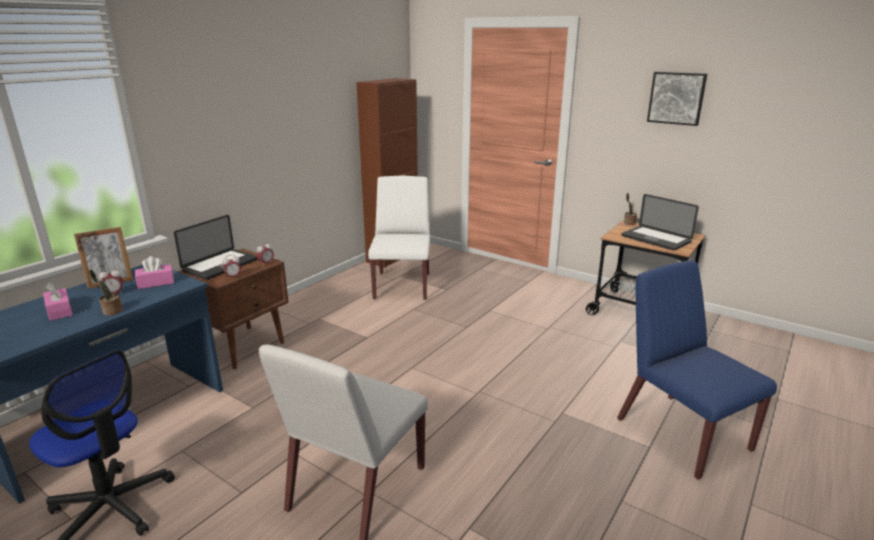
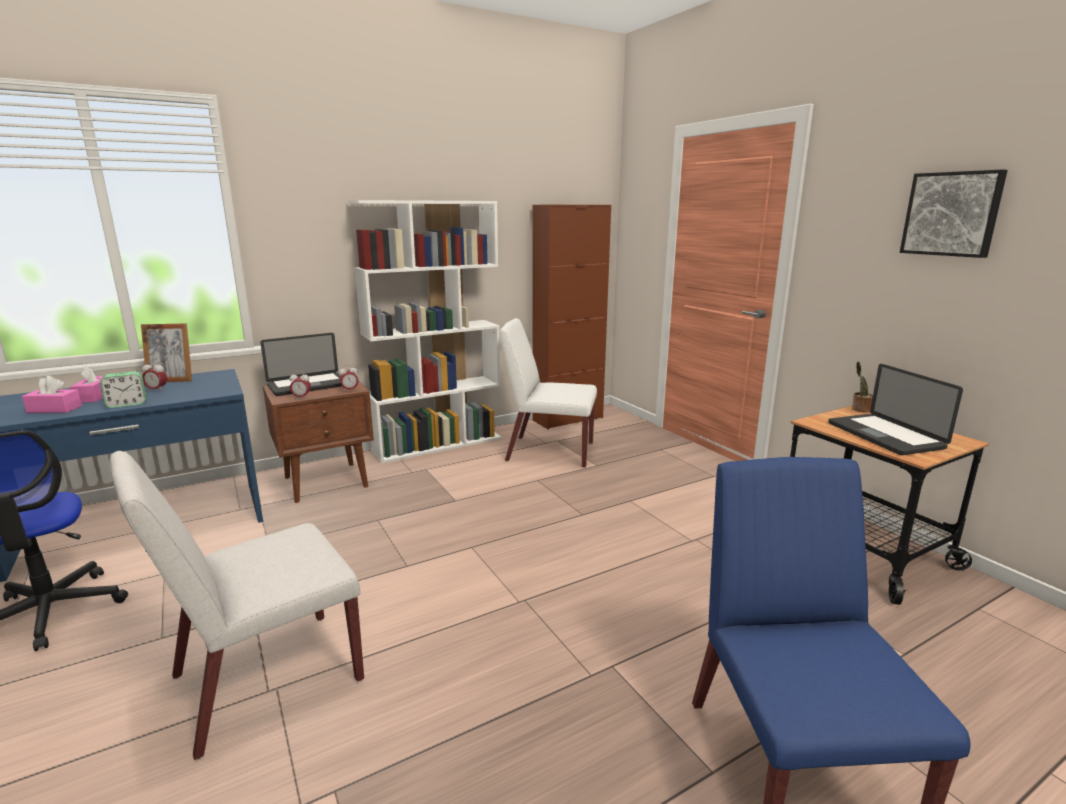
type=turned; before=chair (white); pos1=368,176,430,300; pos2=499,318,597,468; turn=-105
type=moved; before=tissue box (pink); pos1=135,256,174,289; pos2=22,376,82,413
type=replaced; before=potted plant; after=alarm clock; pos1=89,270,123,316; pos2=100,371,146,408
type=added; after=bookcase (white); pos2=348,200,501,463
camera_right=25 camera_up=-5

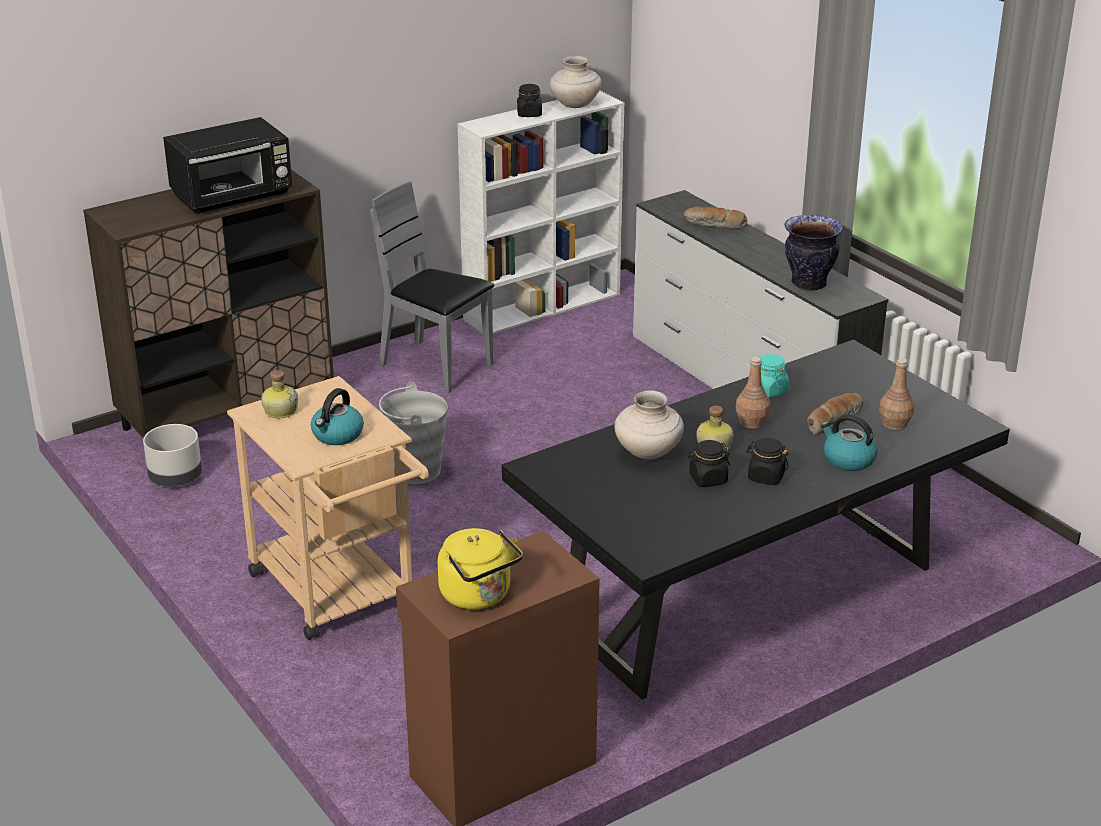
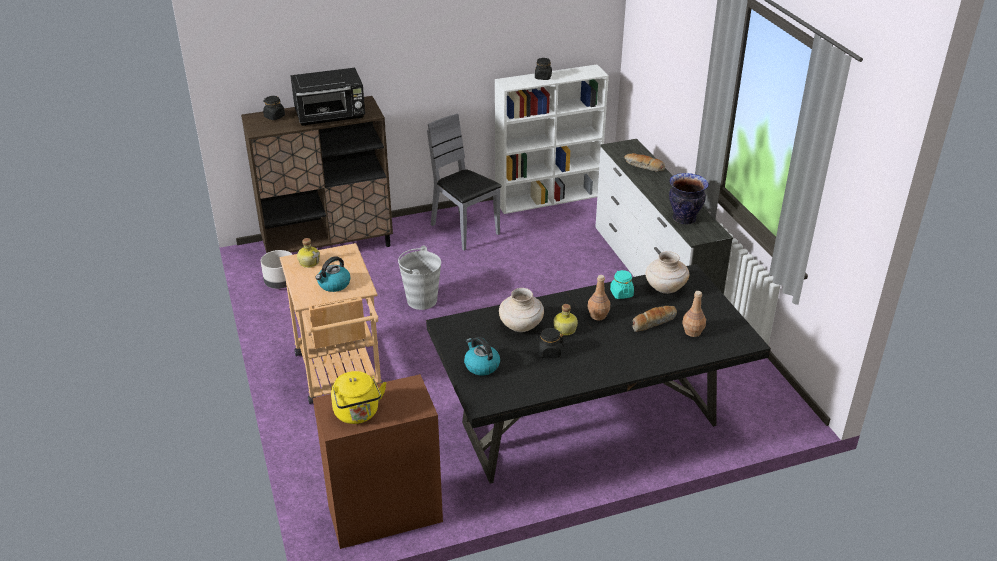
type=moved; before=vase (beige); pos1=550,56,602,108; pos2=645,251,689,294
type=moved; before=kettle; pos1=821,414,878,471; pos2=464,337,500,375
type=moved; before=jar (black); pos1=746,438,789,485; pos2=263,96,285,120
camera_right=15 camera_up=5

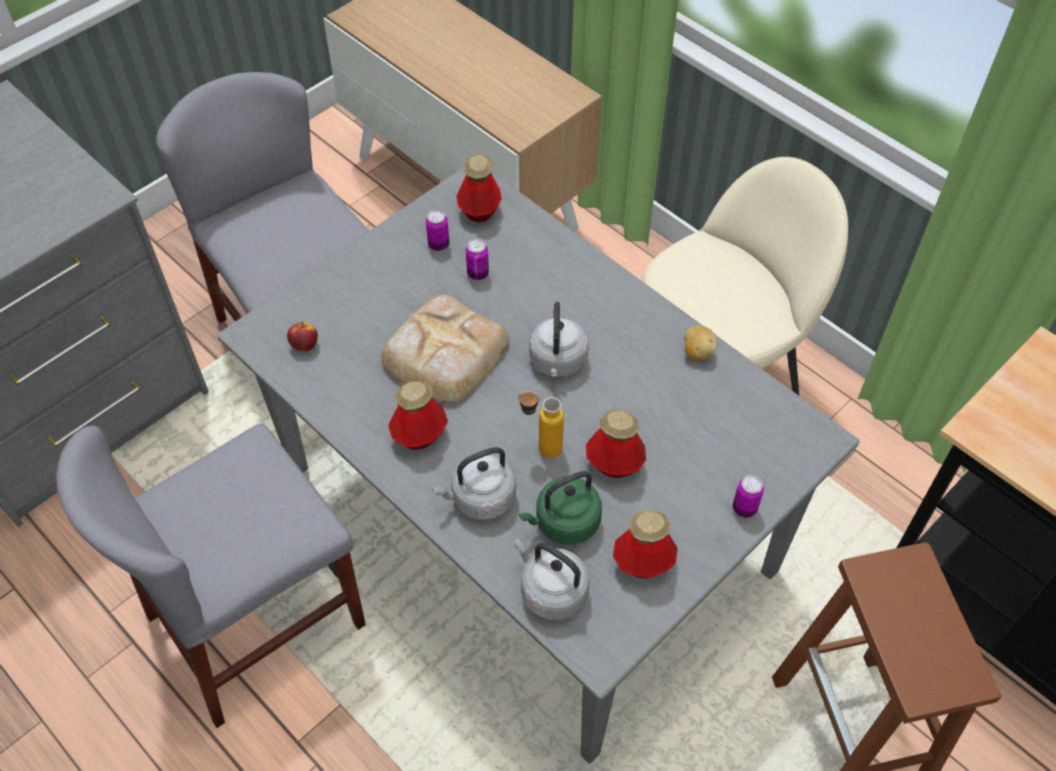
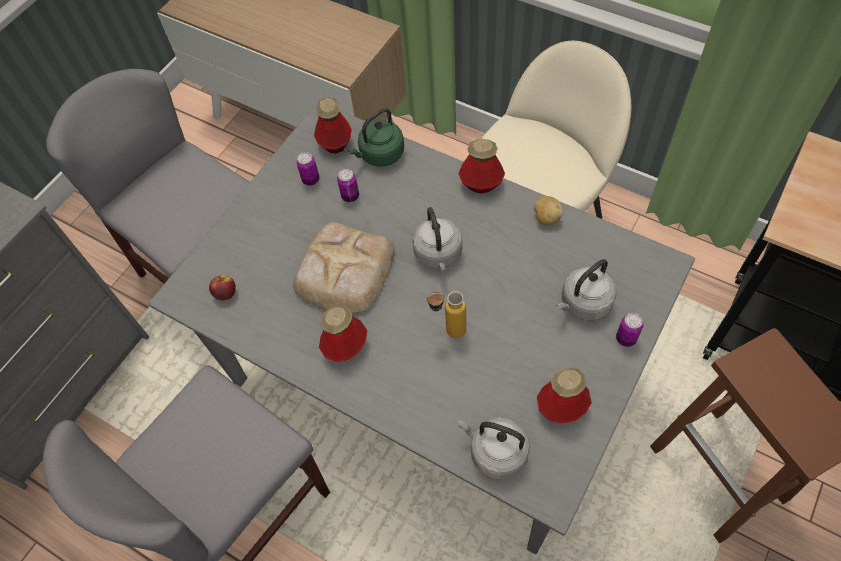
type=moved; before=bottle; pos1=586,410,646,478; pos2=458,139,505,194
type=moved; before=kettle (grey); pos1=432,447,516,520; pos2=556,259,617,320
type=moved; before=kettle (green); pos1=519,471,602,545; pos2=348,108,404,166
camera_right=-10 camera_up=5

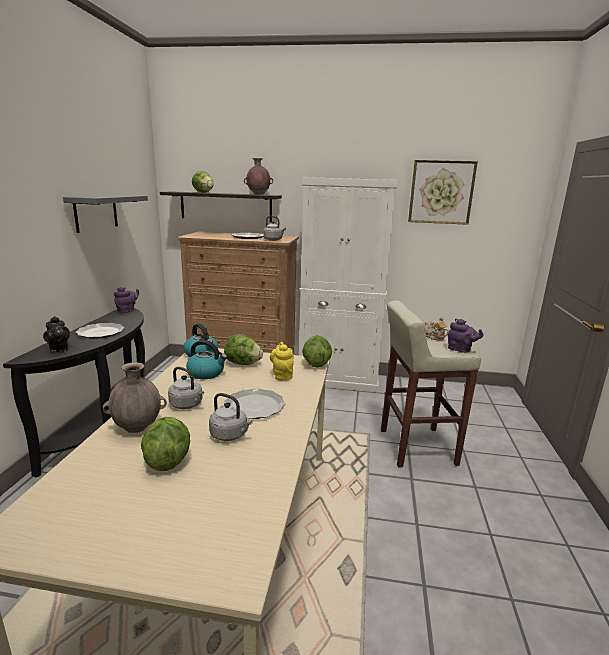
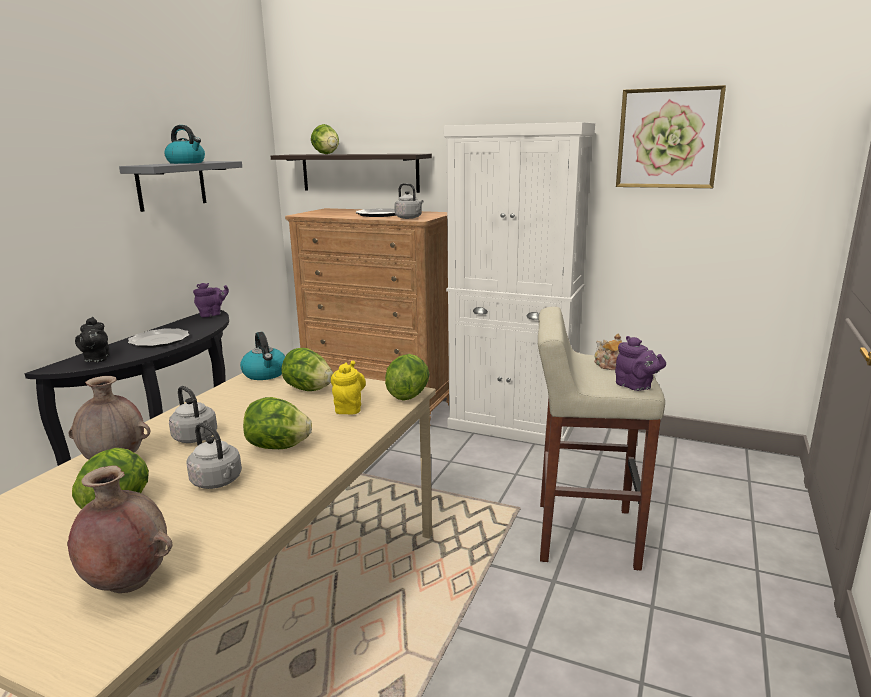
type=moved; before=vase (brown); pos1=244,158,273,195; pos2=67,466,172,593
type=moved; before=kettle; pos1=186,340,227,379; pos2=164,125,205,164
type=replaced; before=plate; after=lettuce; pos1=224,389,285,419; pos2=243,397,312,449
camera_right=15 camera_up=0

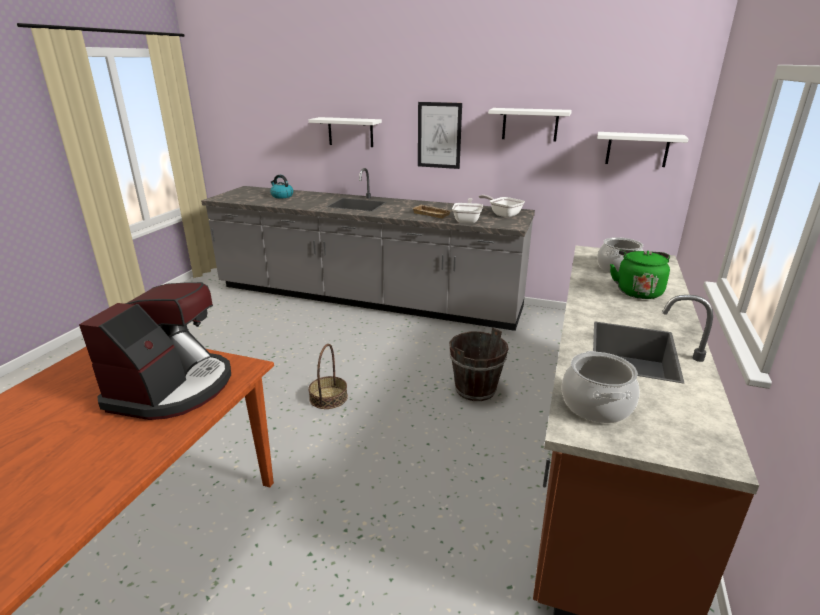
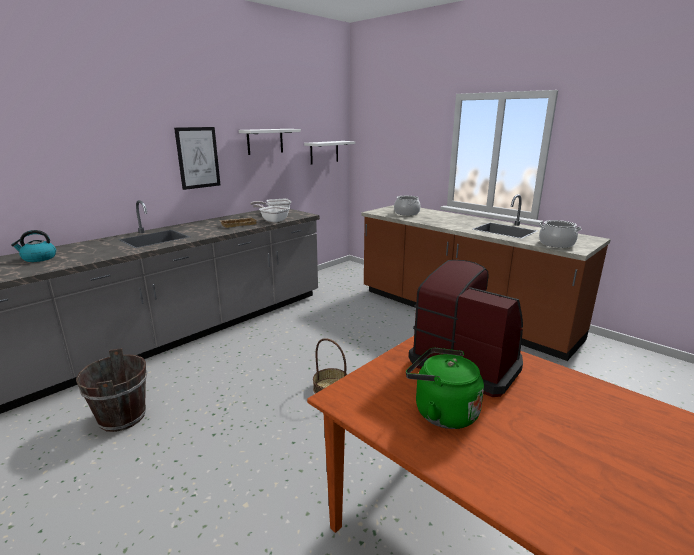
type=removed; before=shelf (white); pos1=308,117,382,147
type=moved; before=kettle (green); pos1=610,250,670,299; pos2=406,348,484,429
type=moved; before=bucket (brown); pos1=449,328,508,401; pos2=76,348,147,432
camera_right=-65 camera_up=-5

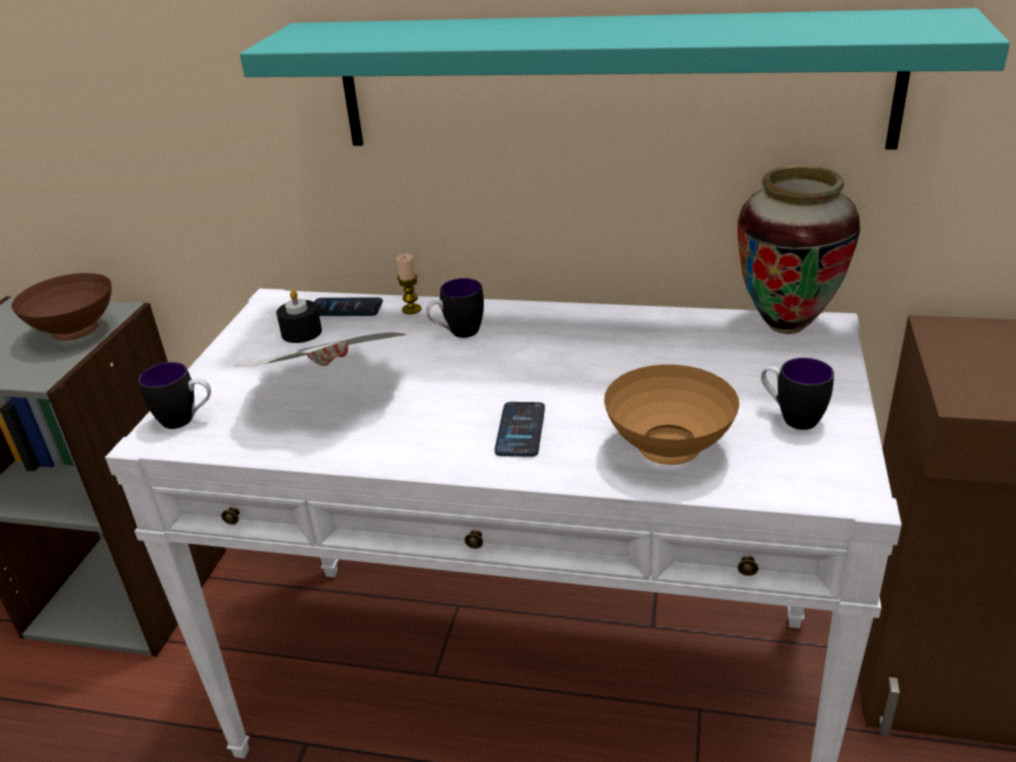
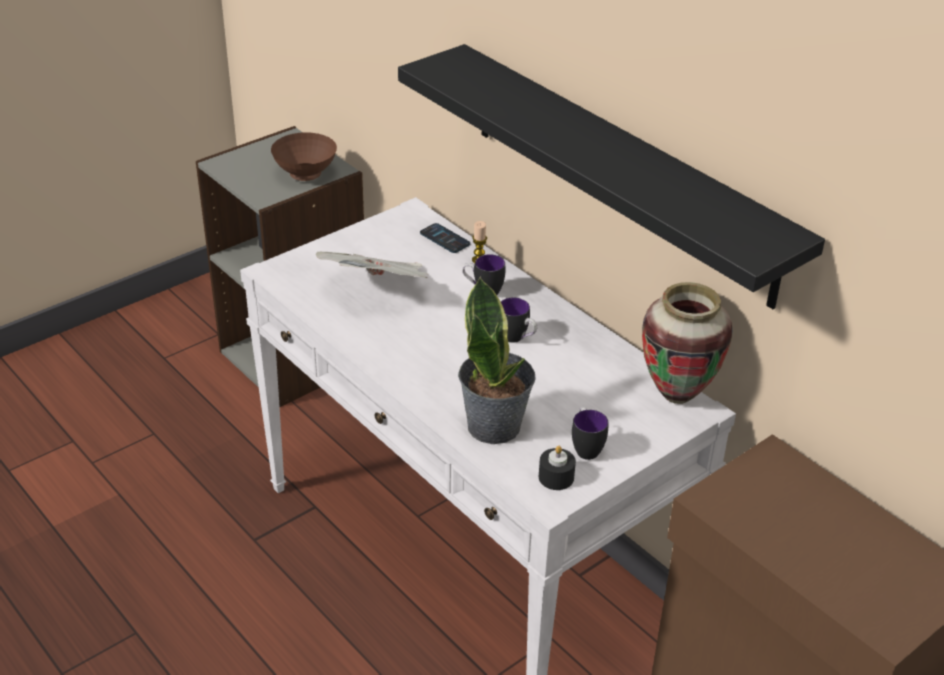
type=recoloured; before=shelf (turquoise); after=shelf (black); pos1=240,8,1010,150; pos2=398,44,825,309
type=moved; before=candle (black); pos1=276,290,322,343; pos2=539,446,576,490
type=moved; before=mug; pos1=138,362,211,429; pos2=501,297,537,343
type=replaced; before=bowl (brown); after=potted plant; pos1=604,364,739,465; pos2=458,277,536,444
type=removed; before=phone; pos1=495,402,545,457
camera_right=35 camera_up=5

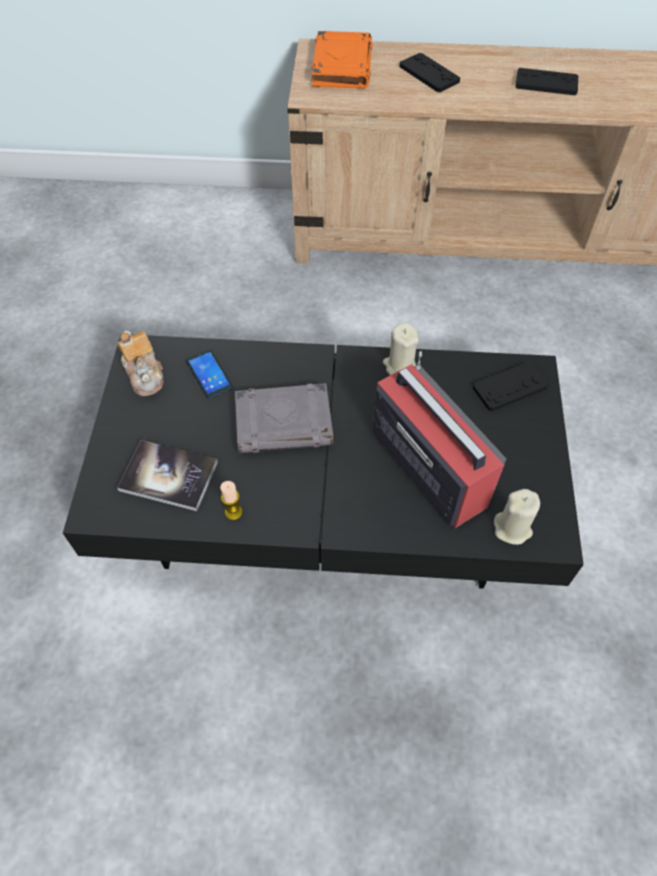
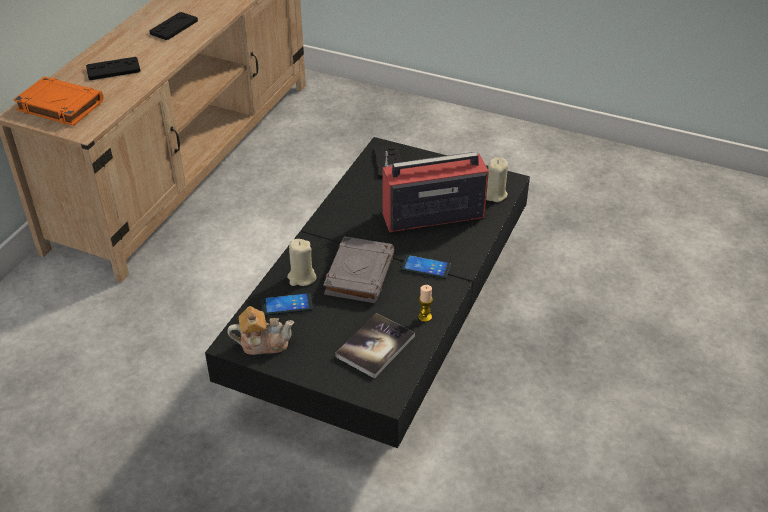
type=moved; before=candle (beige); pos1=383,323,419,375; pos2=287,239,316,286
type=added; after=phone; pos2=401,255,451,279
camera_right=-70 camera_up=-15

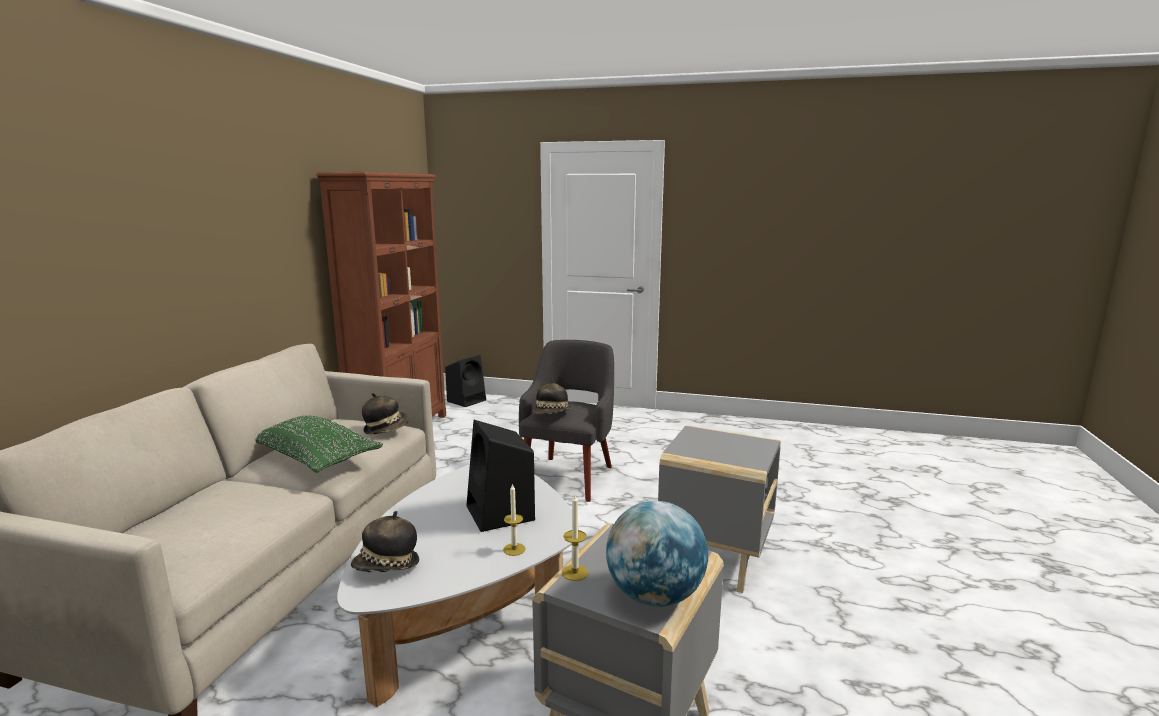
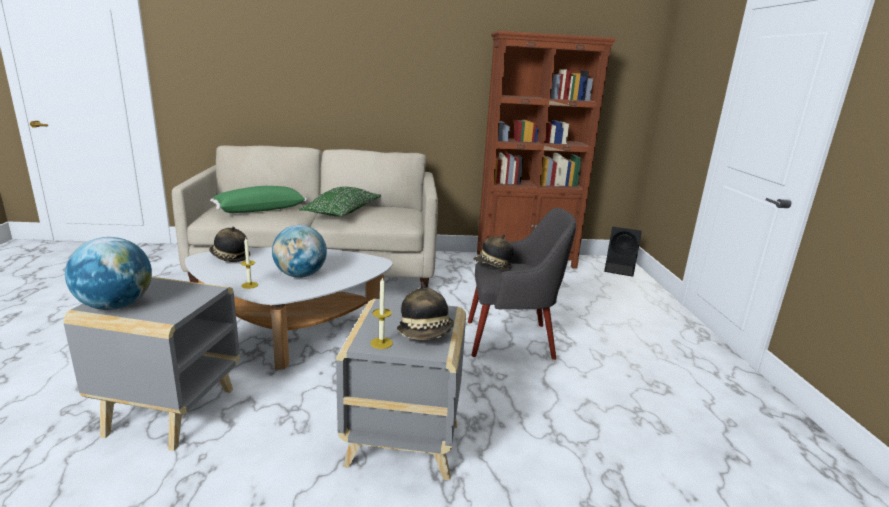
type=moved; before=hat; pos1=362,393,409,434; pos2=397,282,454,340
type=replaced; before=speaker (black); after=globe; pos1=467,420,535,532; pos2=272,225,327,278
type=moved; before=candle; pos1=562,495,588,581; pos2=370,277,393,349
type=added; after=pillow (green); pos2=210,186,308,213
camera_right=70 camera_up=5

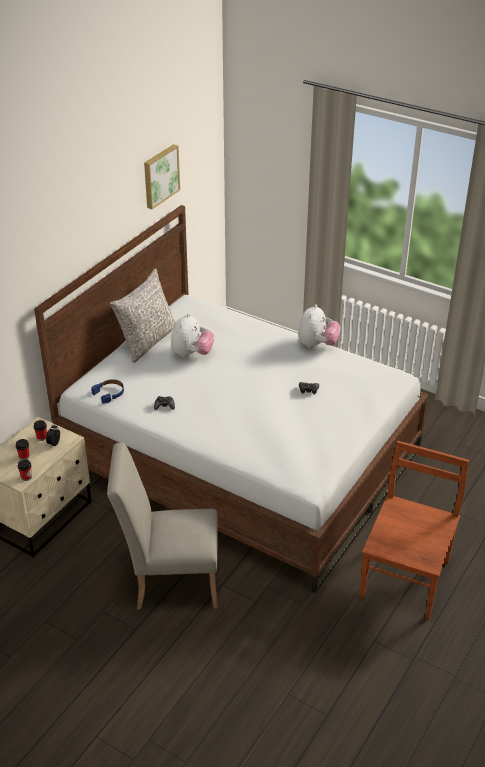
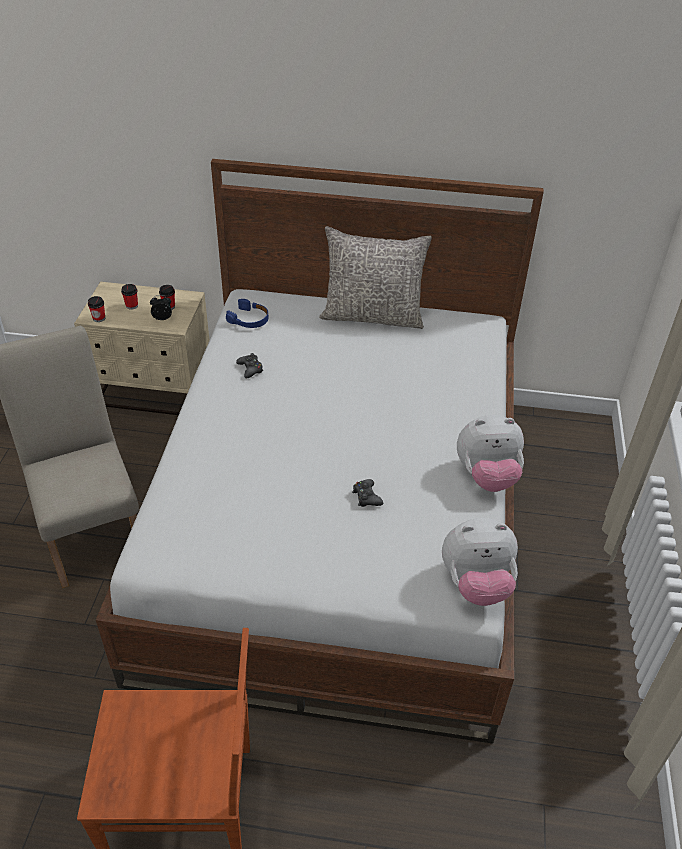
type=removed; before=picture; pos1=144,144,180,209
type=moved; before=plush toy; pos1=171,313,214,358; pos2=442,518,518,606
camera_right=65 camera_up=5

